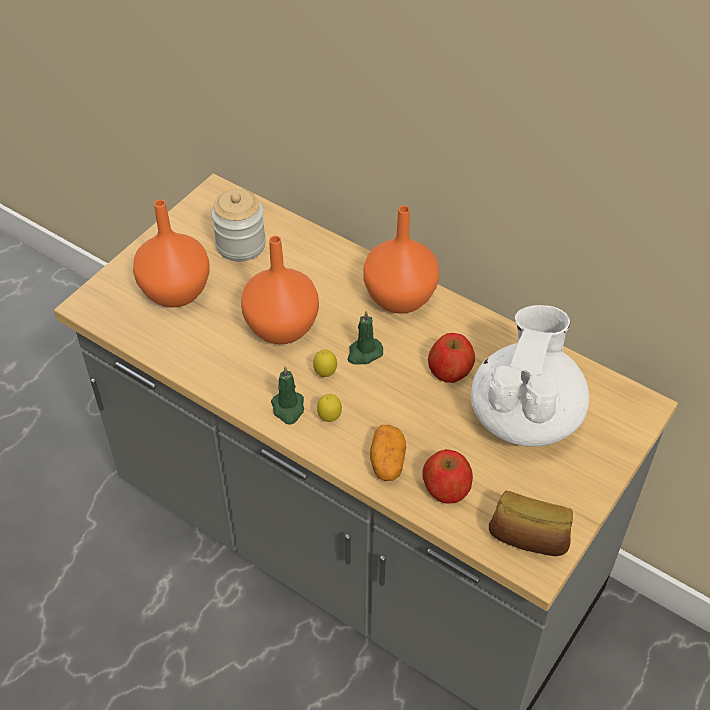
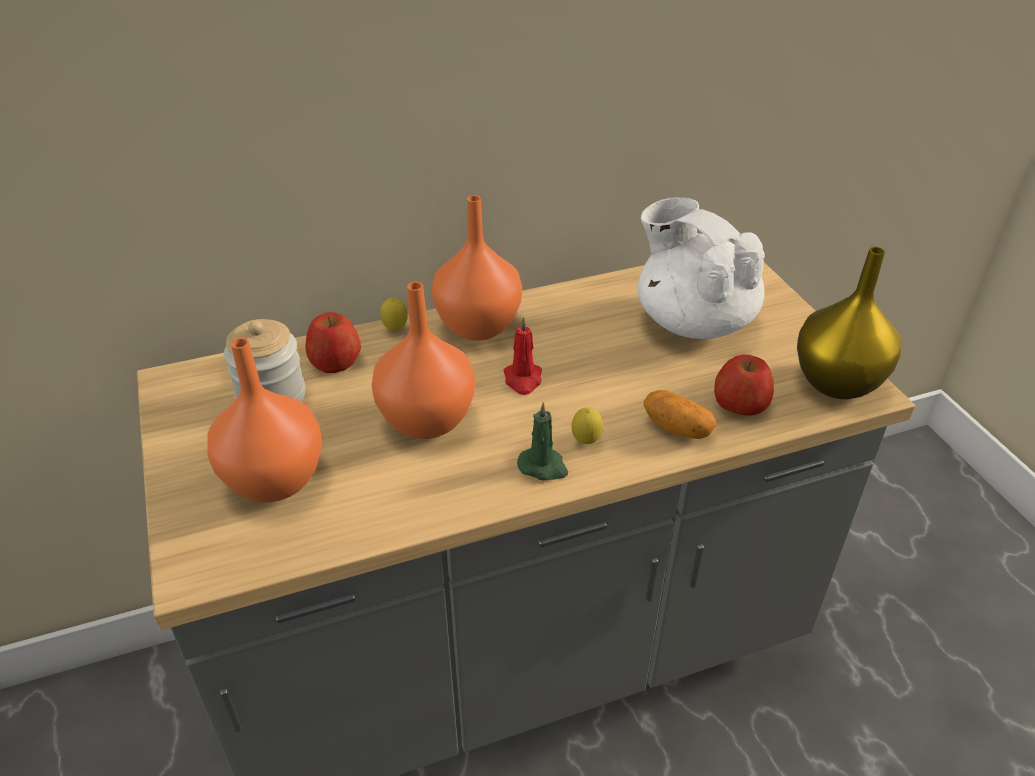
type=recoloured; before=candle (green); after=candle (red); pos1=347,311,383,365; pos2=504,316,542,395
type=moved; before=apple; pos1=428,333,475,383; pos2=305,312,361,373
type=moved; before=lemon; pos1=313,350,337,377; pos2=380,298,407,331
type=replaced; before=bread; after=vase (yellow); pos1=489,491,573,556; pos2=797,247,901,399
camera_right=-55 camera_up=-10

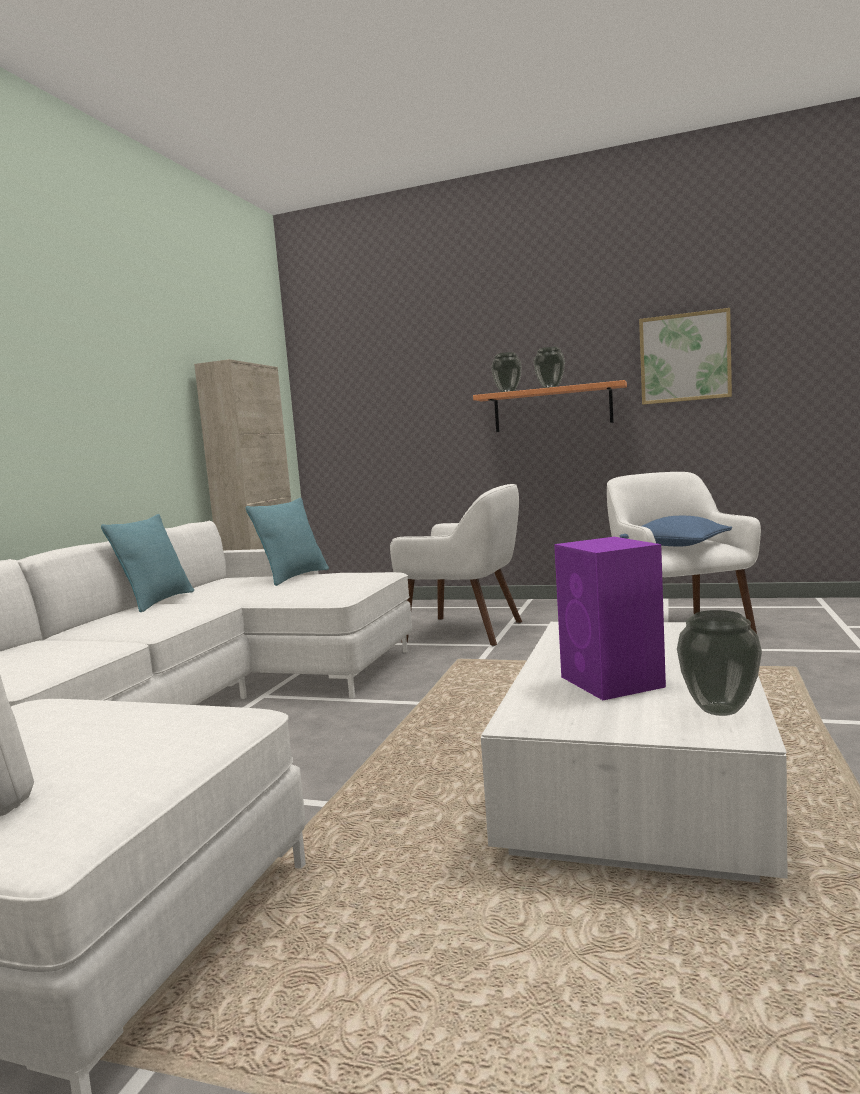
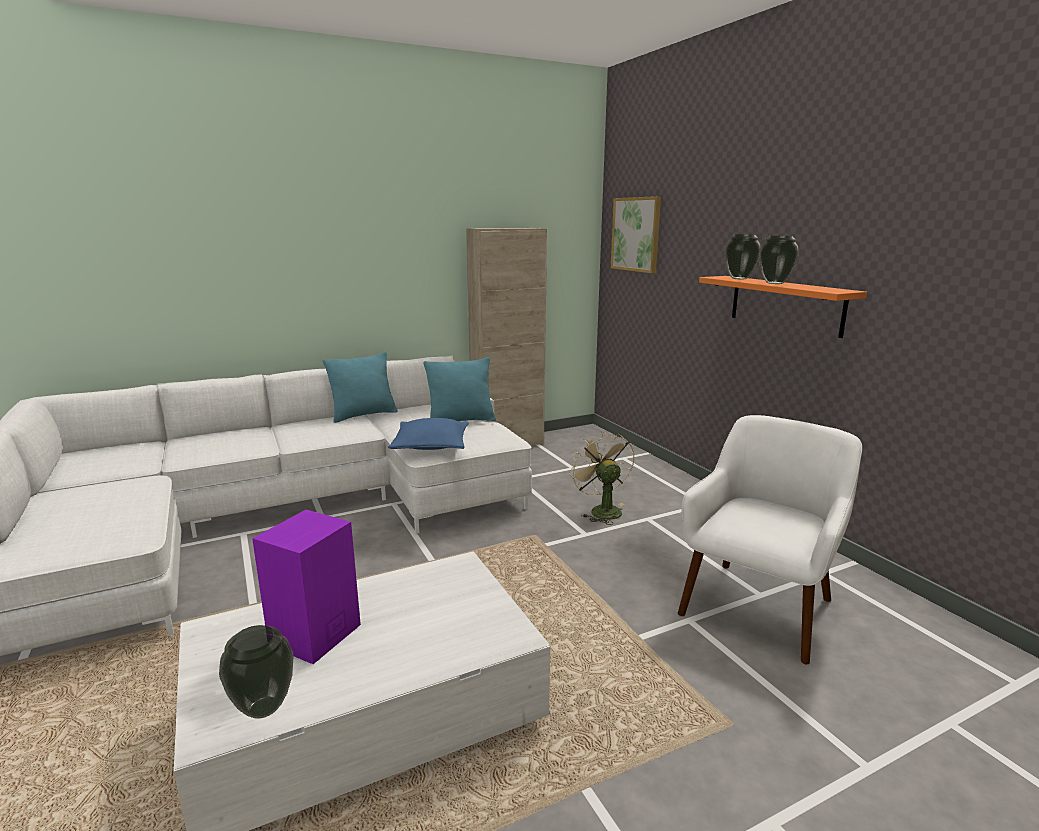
type=moved; before=picture; pos1=639,308,732,405; pos2=611,196,661,273
type=replaced; before=armchair (white); after=fan (beige); pos1=390,484,522,646; pos2=569,431,634,525
type=moved; before=pillow (blue); pos1=620,516,732,546; pos2=388,418,469,450
camera_right=45 camera_up=10

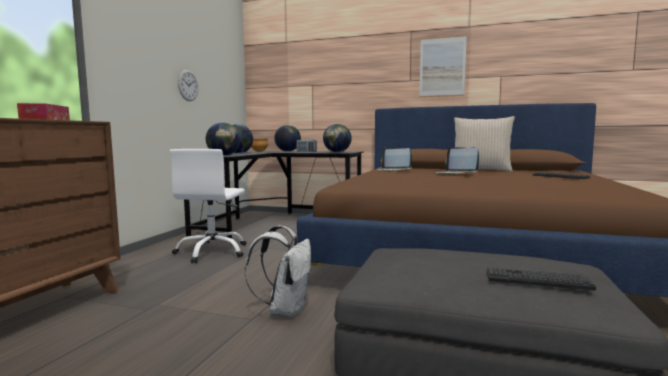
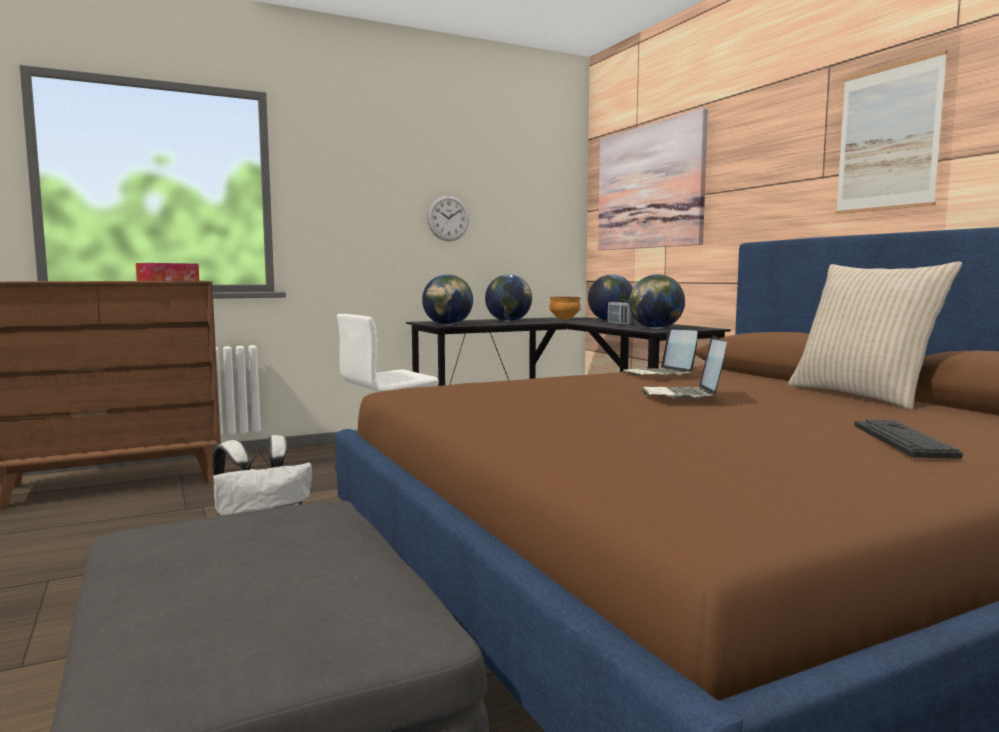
type=removed; before=keyboard; pos1=487,267,596,291
type=added; after=picture; pos2=598,108,708,250
camera_right=45 camera_up=0

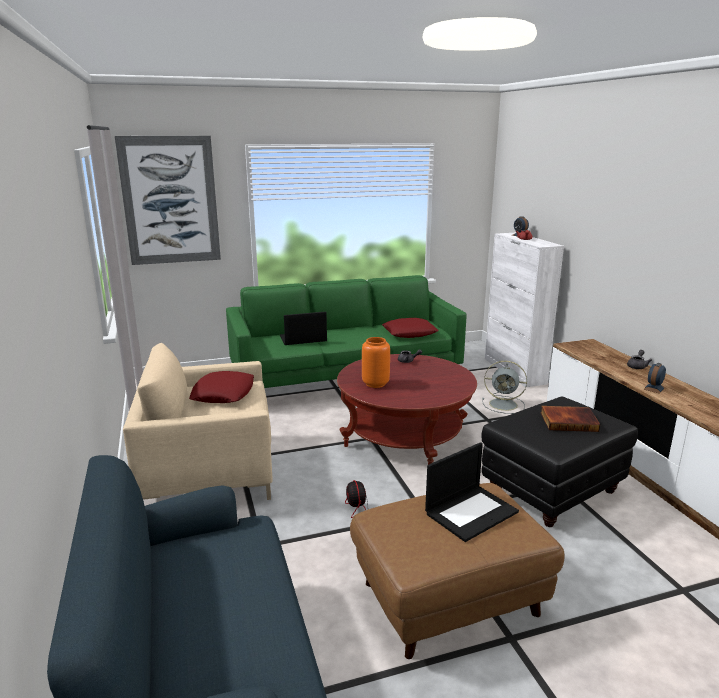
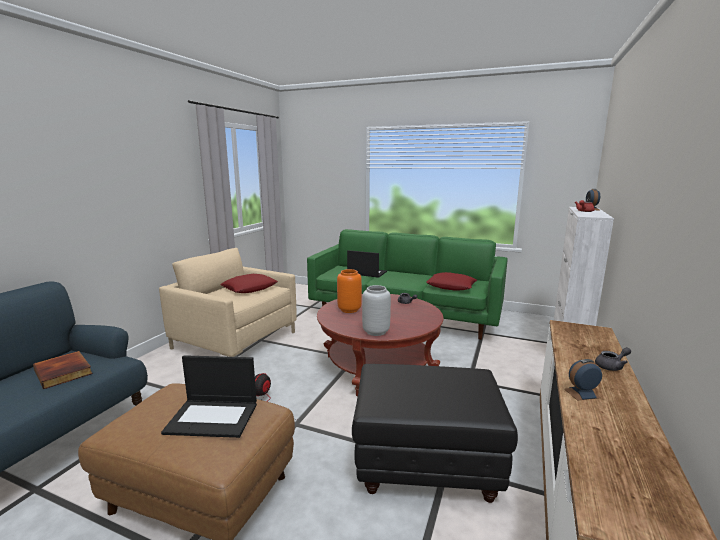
type=removed; before=picture; pos1=115,136,221,265
type=removed; before=fan (grey); pos1=482,361,527,414
type=moved; before=book; pos1=540,406,600,432; pos2=33,351,93,389
type=added; after=vase (grey); pos2=362,285,391,336
camera_right=40 camera_up=-5

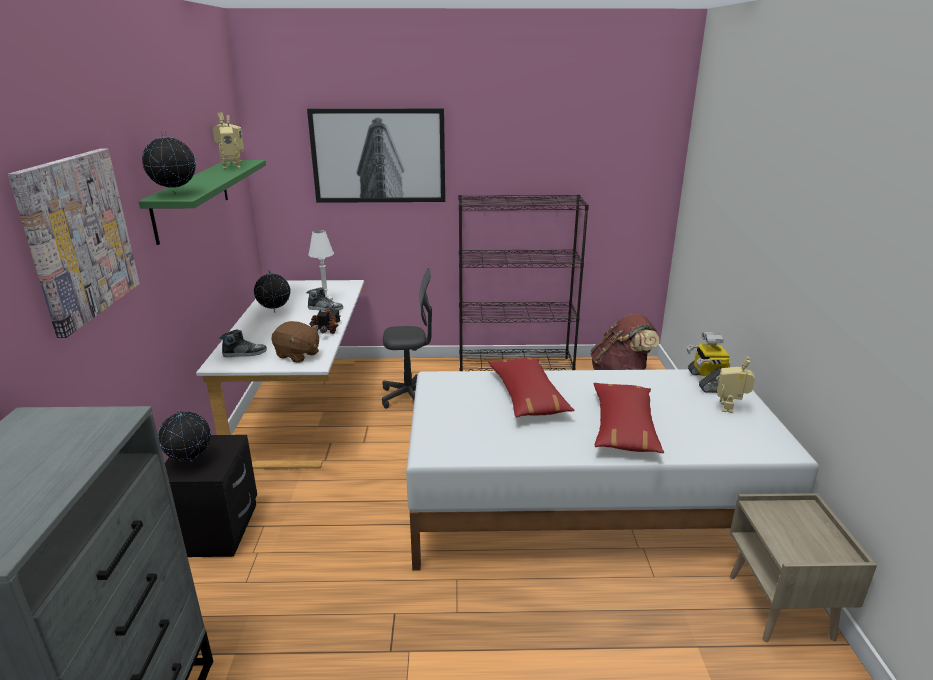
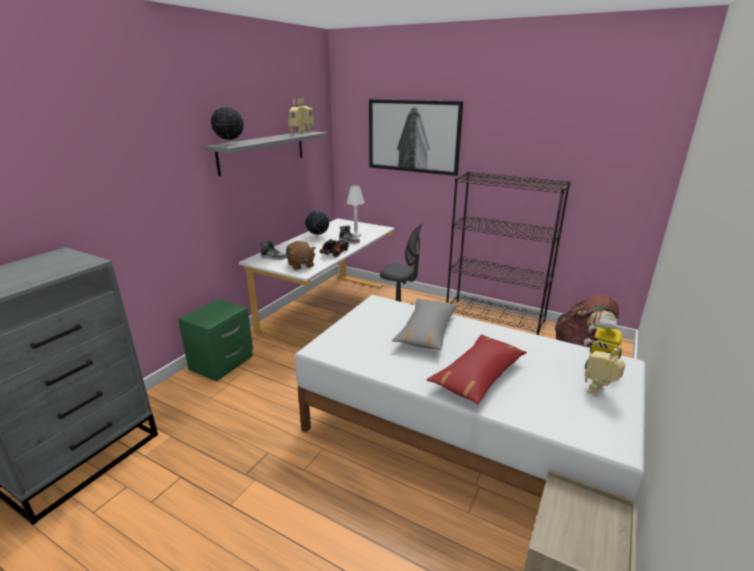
type=removed; before=picture; pos1=8,148,140,338
type=recoloured; before=shelf (green); after=shelf (grey); pos1=138,160,266,245; pos2=205,131,328,176
type=recoloured; before=pillow (red); after=pillow (grey); pos1=488,358,574,418; pos2=392,299,458,350
type=removed; before=globe; pos1=158,409,211,462
type=recoloured; before=nightstand (black); after=nightstand (green); pos1=165,435,257,557; pos2=178,299,253,381
camera_right=30 camera_up=0

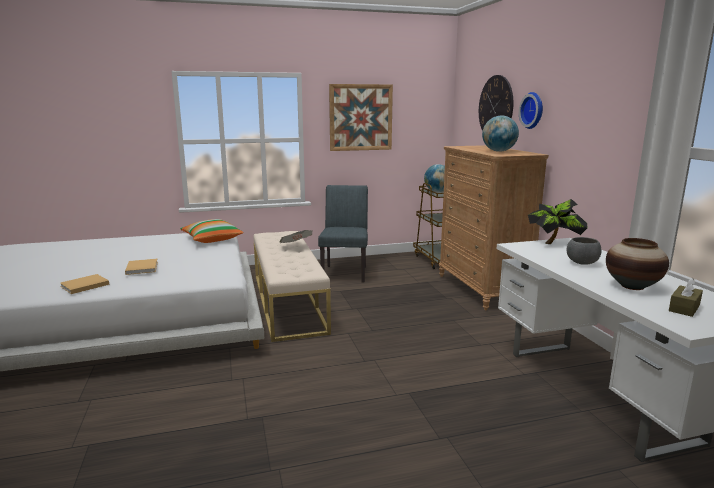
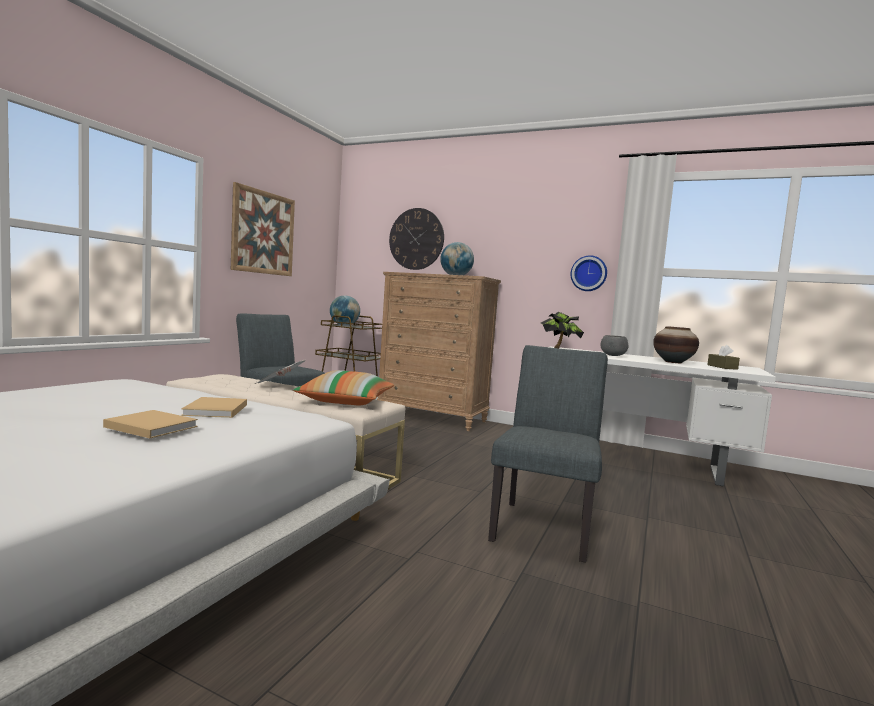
type=moved; before=wall clock; pos1=519,92,543,129; pos2=571,255,607,291
type=moved; before=pillow; pos1=180,219,244,243; pos2=293,370,394,405
type=moved; before=book (beige); pos1=60,274,109,294; pos2=181,397,247,418
type=added; after=chair (grey); pos2=488,345,608,563
camera_right=-50 camera_up=-10

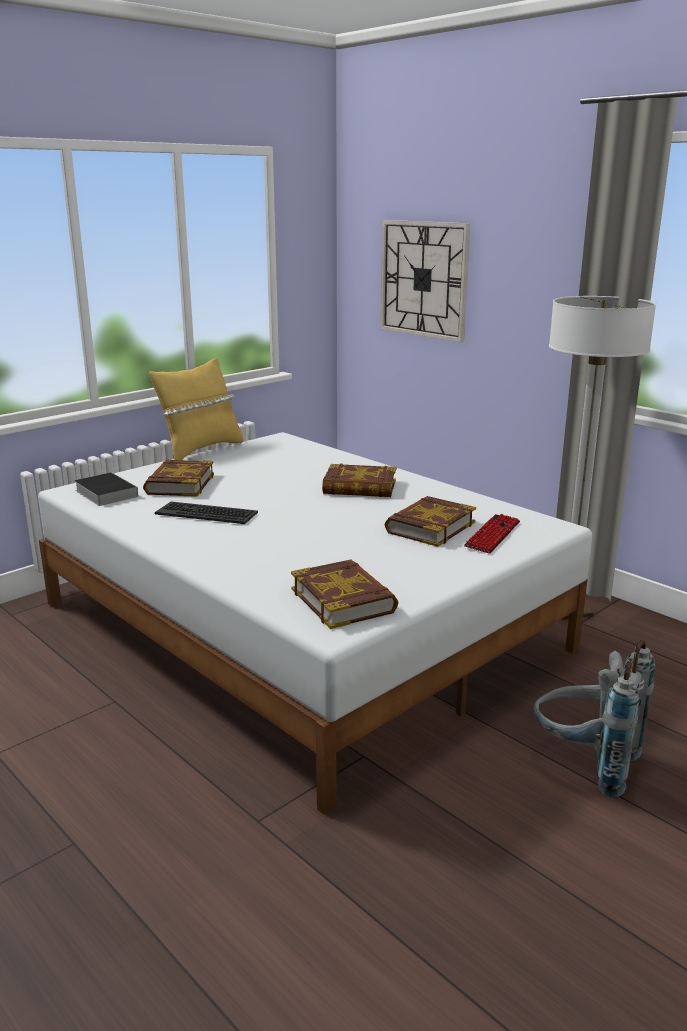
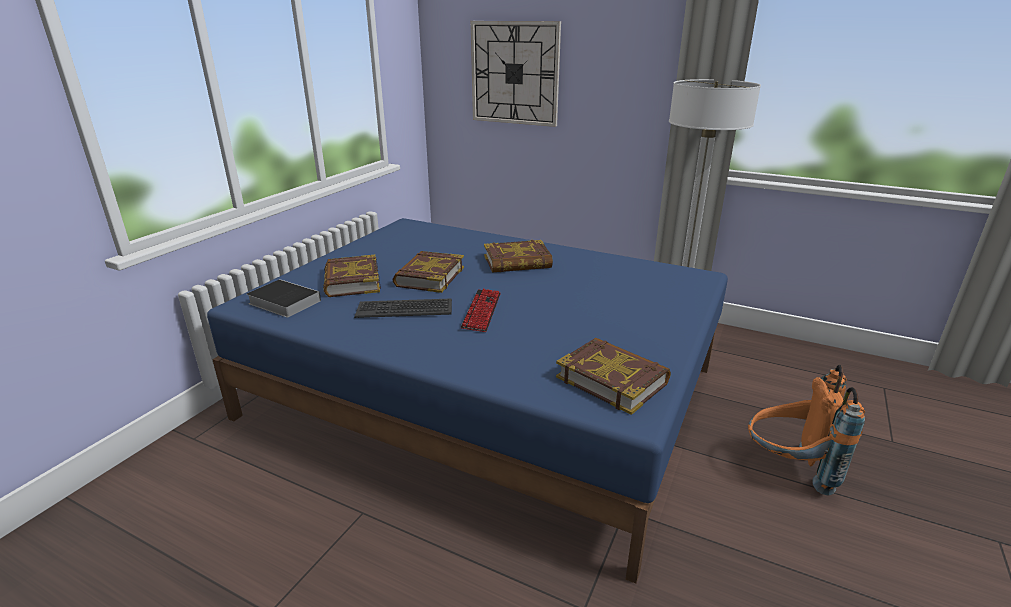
type=removed; before=pillow (yellow); pos1=149,358,243,460
type=recoloured; before=bed (white); after=bed (blue); pos1=38,432,592,815; pos2=207,218,728,583
type=moved; before=book; pos1=385,496,476,547; pos2=393,251,464,293
type=moved; before=keyboard; pos1=464,514,520,554; pos2=461,289,501,332
type=recoloured; before=backpack (grey); after=backpack (orange); pos1=533,640,655,798; pos2=748,365,865,496
camera_right=-20 camera_up=5

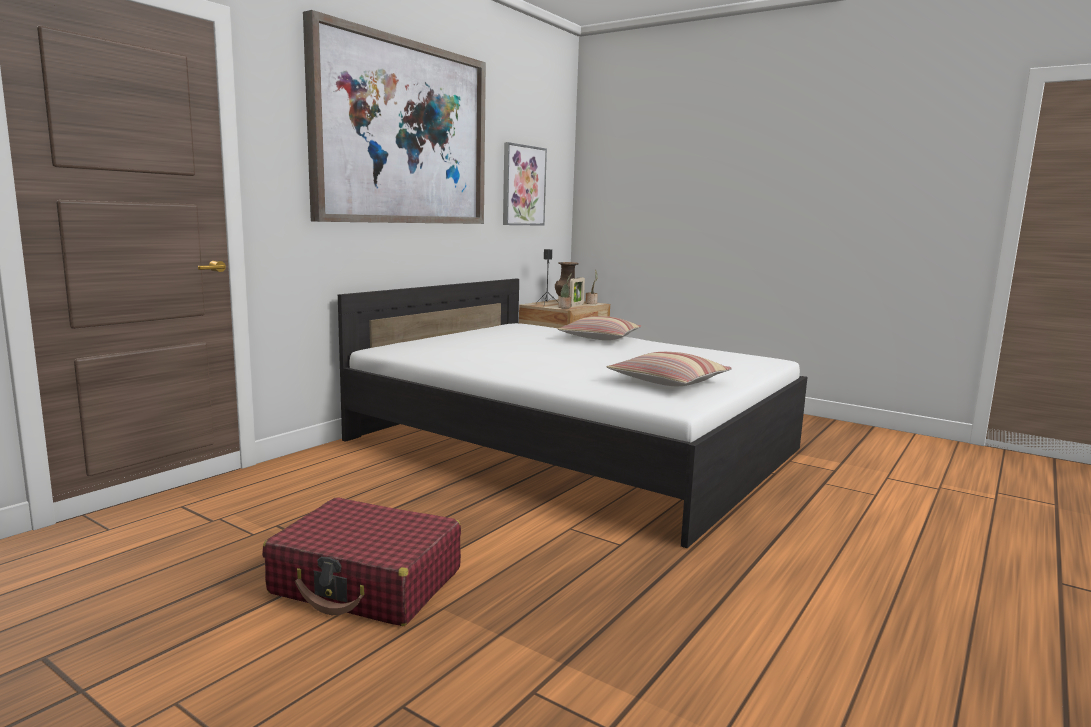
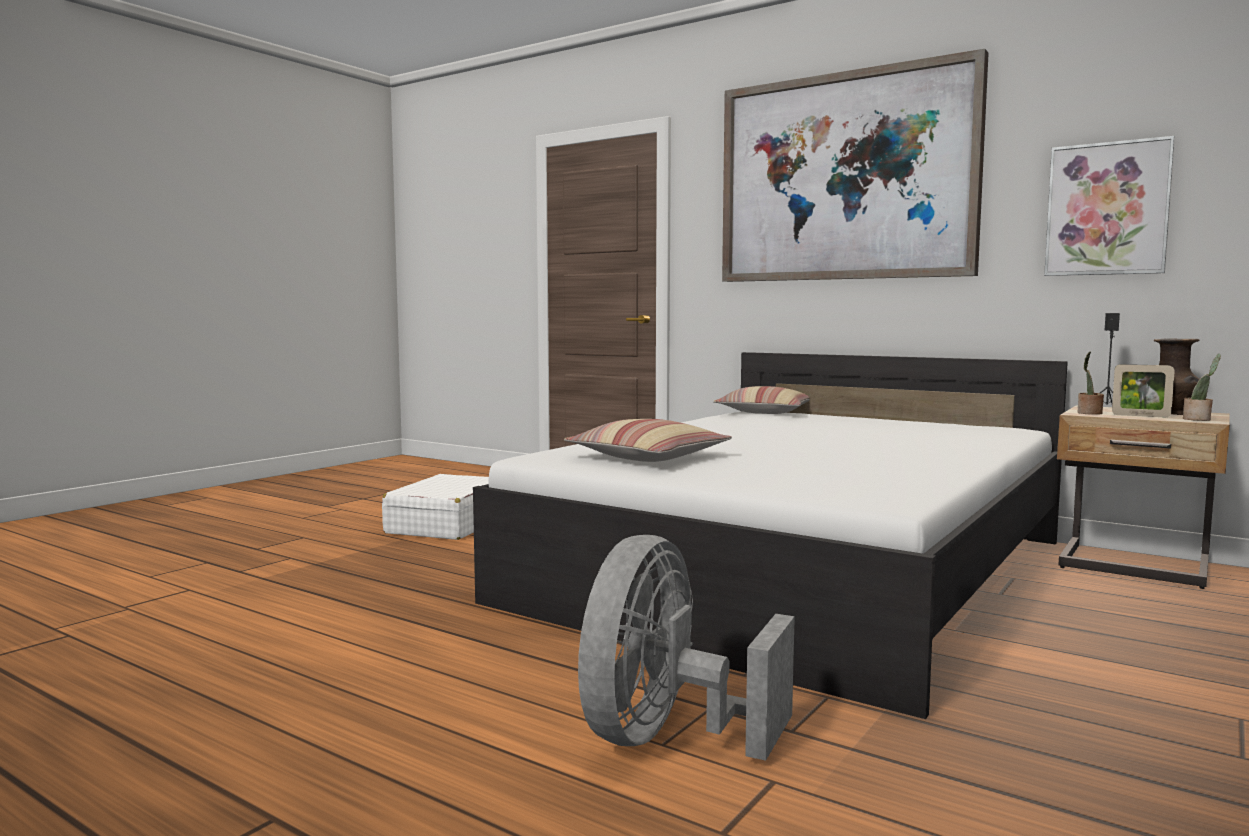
type=moved; before=pillow; pos1=558,316,642,340; pos2=714,386,810,414
type=recoloured; before=suitcase (red); after=suitcase (white); pos1=262,497,461,626; pos2=382,474,489,540
type=added; after=fan (grey); pos2=578,535,795,761
camera_right=90 camera_up=-5

